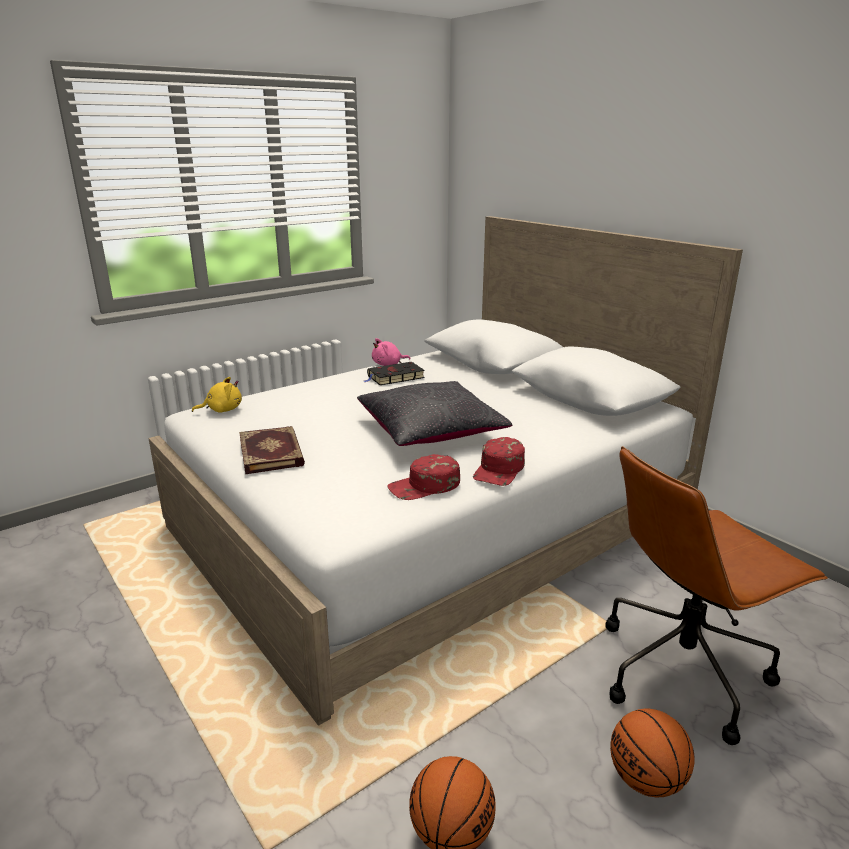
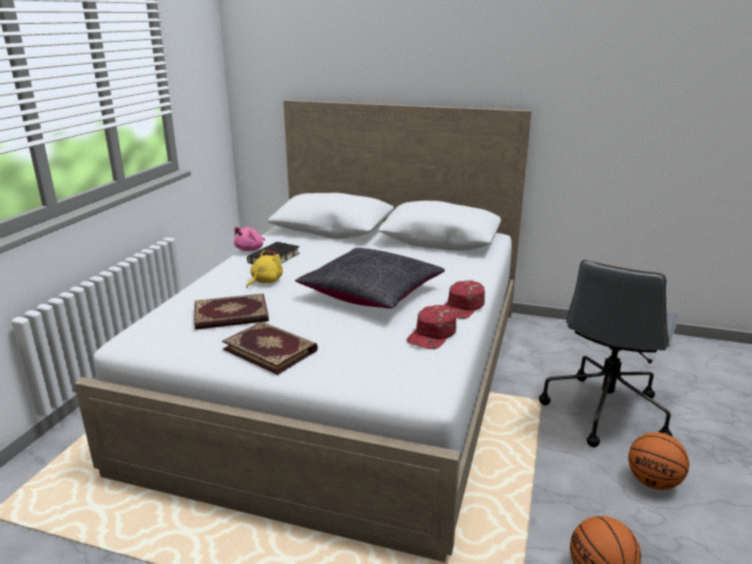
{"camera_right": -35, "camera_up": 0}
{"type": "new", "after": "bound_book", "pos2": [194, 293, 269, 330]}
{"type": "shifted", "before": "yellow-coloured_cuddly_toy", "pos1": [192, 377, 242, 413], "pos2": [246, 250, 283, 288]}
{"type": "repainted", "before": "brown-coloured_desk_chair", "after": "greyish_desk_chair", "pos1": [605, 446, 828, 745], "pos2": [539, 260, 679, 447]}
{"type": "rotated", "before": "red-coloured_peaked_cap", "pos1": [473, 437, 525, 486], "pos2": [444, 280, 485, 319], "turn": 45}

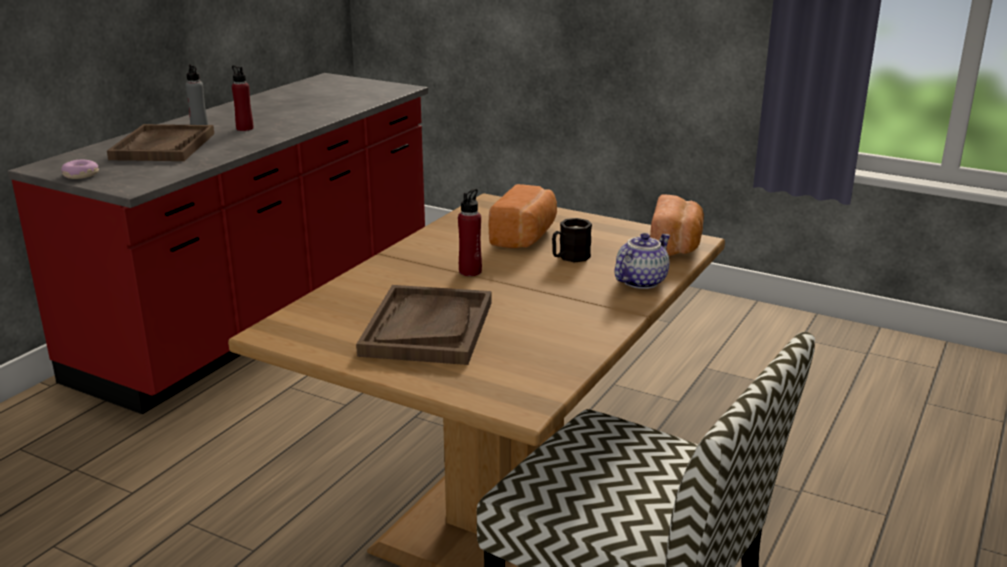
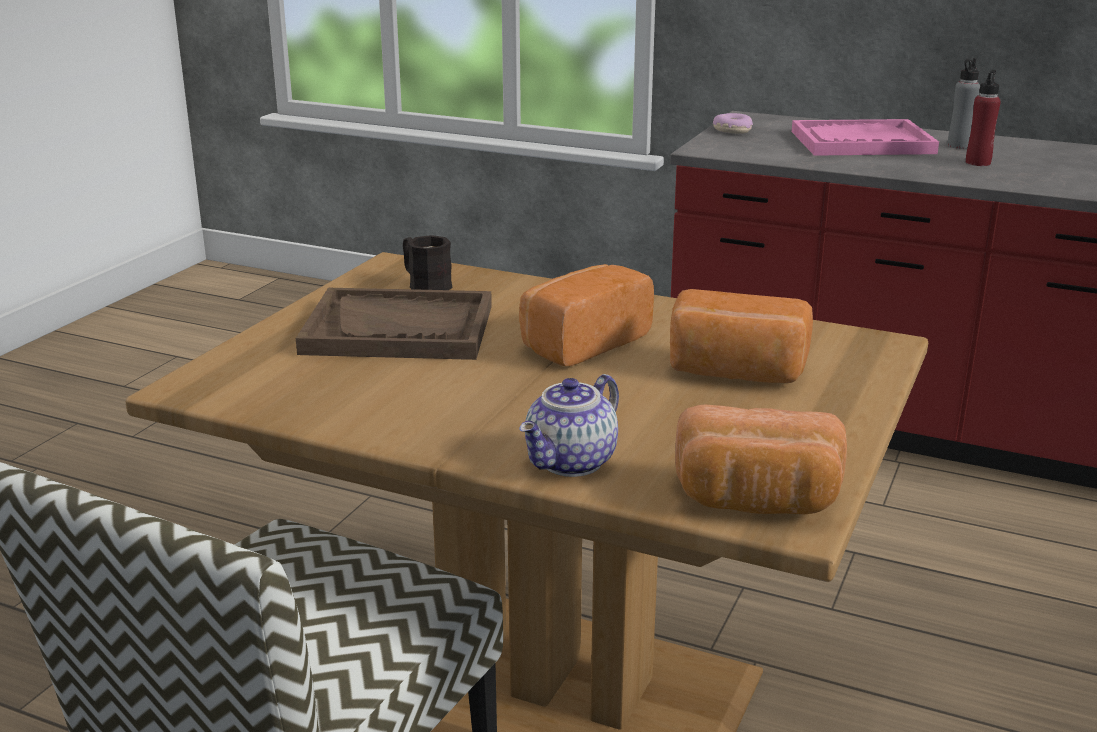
{"camera_right": 85, "camera_up": 0}
{"type": "shifted", "before": "black_coffee_mug", "pos1": [552, 218, 592, 262], "pos2": [403, 235, 453, 290]}
{"type": "swapped", "before": "red-coloured_drink_bottle", "after": "bakery_bread", "pos1": [458, 189, 482, 276], "pos2": [519, 264, 654, 366]}
{"type": "repainted", "before": "brown-coloured_tray", "after": "pinkish_tray", "pos1": [107, 124, 214, 161], "pos2": [792, 119, 939, 156]}
{"type": "rotated", "before": "teapot", "pos1": [614, 233, 671, 289], "pos2": [519, 374, 619, 477], "turn": 90}

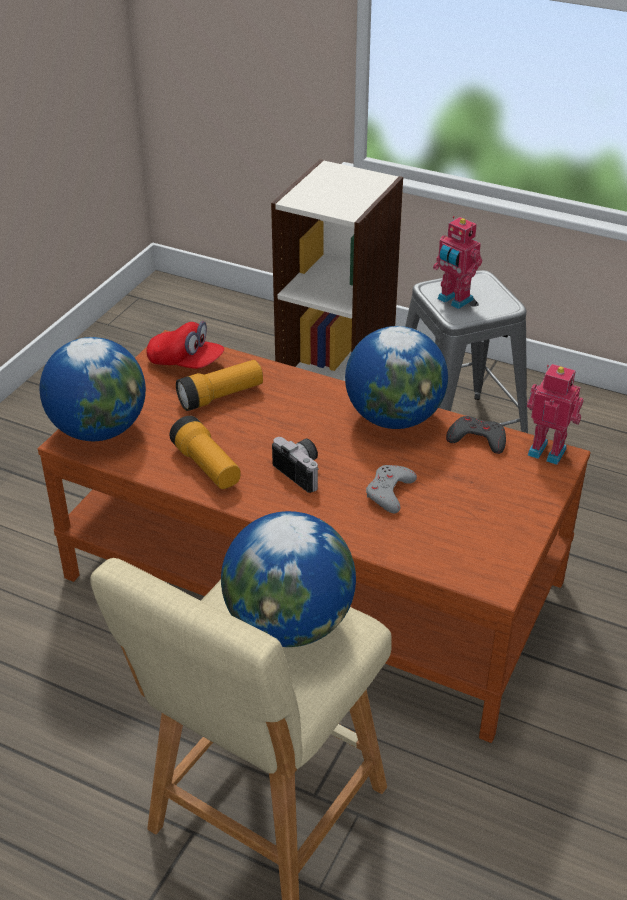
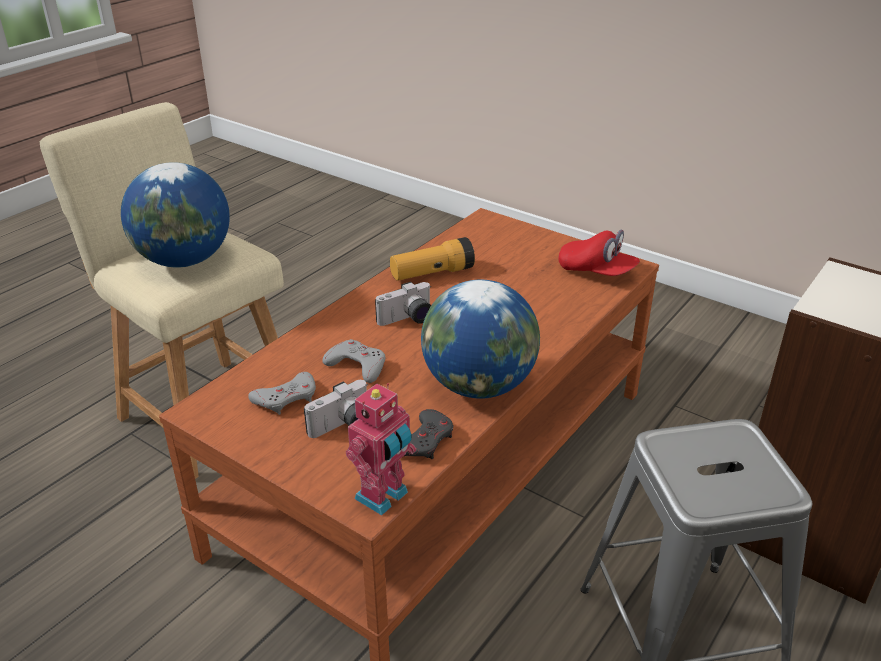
{"camera_right": 100, "camera_up": -5}
{"type": "gone", "before": "world_globe", "pos1": [40, 337, 146, 441]}
{"type": "gone", "before": "hand_torch", "pos1": [176, 360, 263, 411]}
{"type": "gone", "before": "toy_robot", "pos1": [433, 216, 482, 309]}
{"type": "new", "after": "greyish_gamepad", "pos2": [248, 372, 316, 415]}
{"type": "new", "after": "still_camera", "pos2": [304, 380, 367, 438]}
{"type": "rotated", "before": "red-coloured_peaked_cap", "pos1": [147, 321, 224, 369], "pos2": [558, 230, 640, 276], "turn": -90}

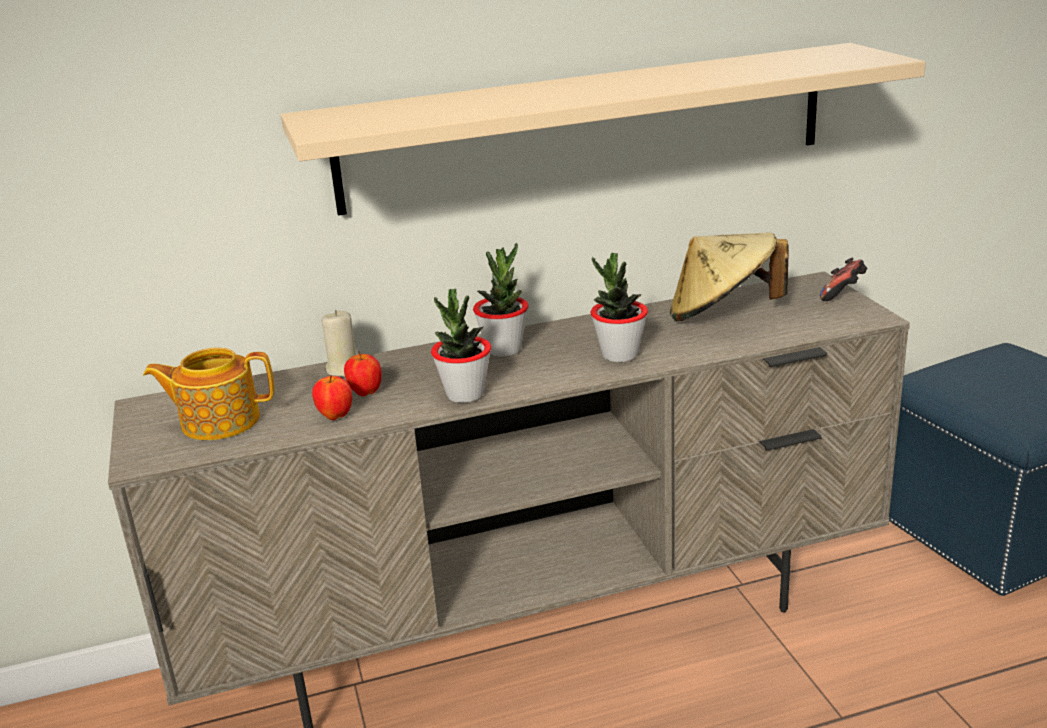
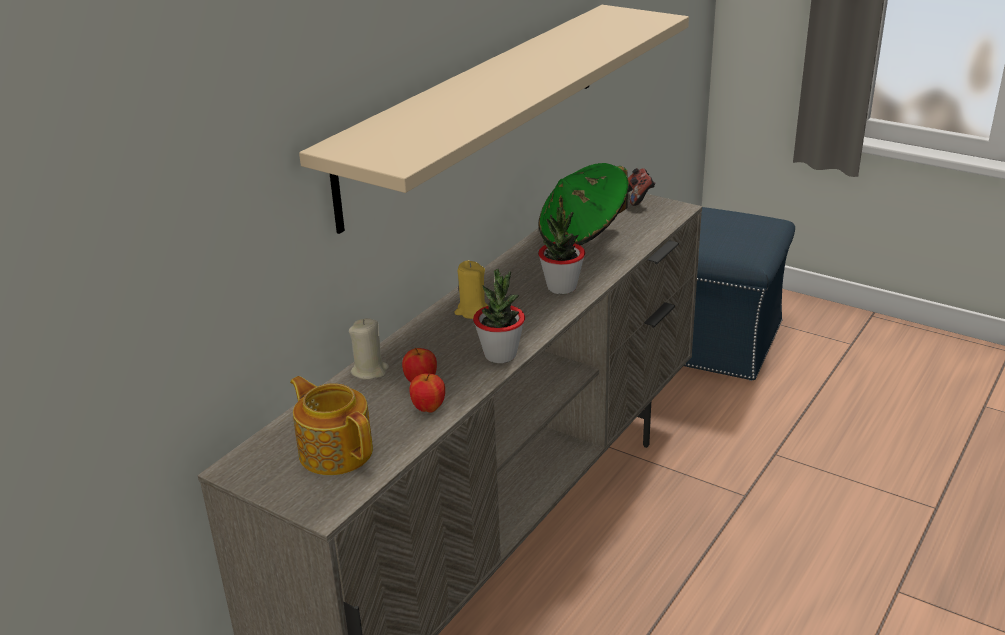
{"camera_right": -40, "camera_up": 5}
{"type": "swapped", "before": "plant_in_a_pot", "after": "yellow-coloured_candle", "pos1": [473, 243, 529, 357], "pos2": [455, 261, 489, 319]}
{"type": "repainted", "before": "sand-coloured_wearable_hat", "after": "green-coloured_wearable_hat", "pos1": [670, 232, 789, 321], "pos2": [538, 163, 629, 245]}
{"type": "rotated", "before": "teapot", "pos1": [143, 348, 275, 440], "pos2": [290, 376, 373, 475], "turn": 90}

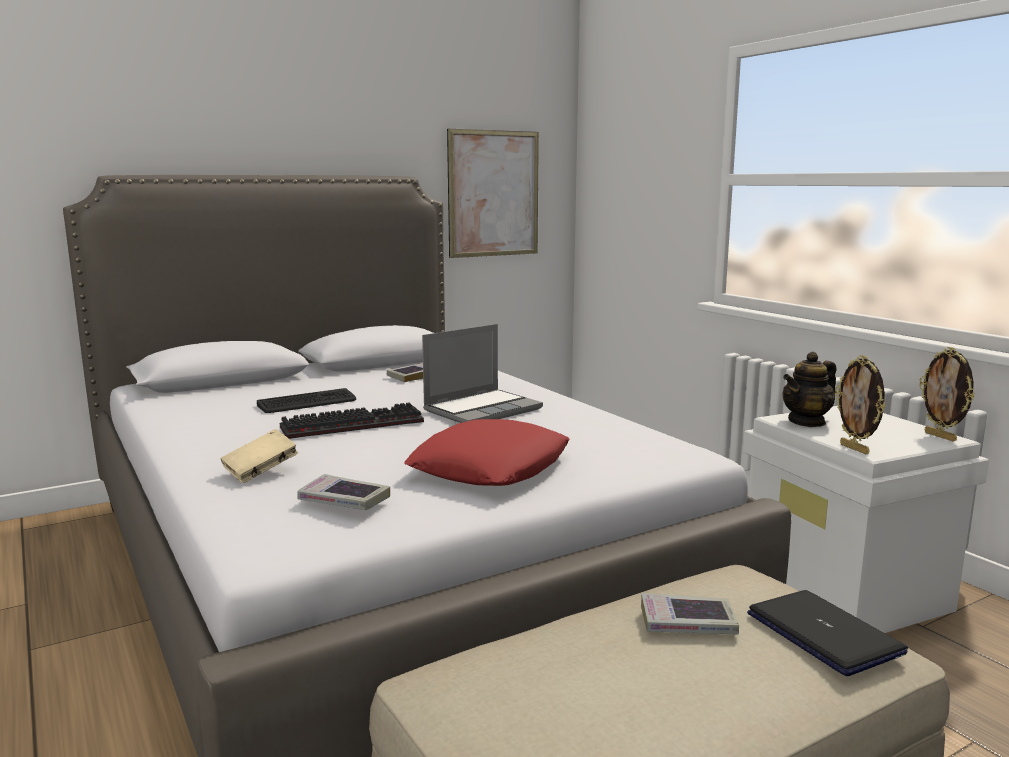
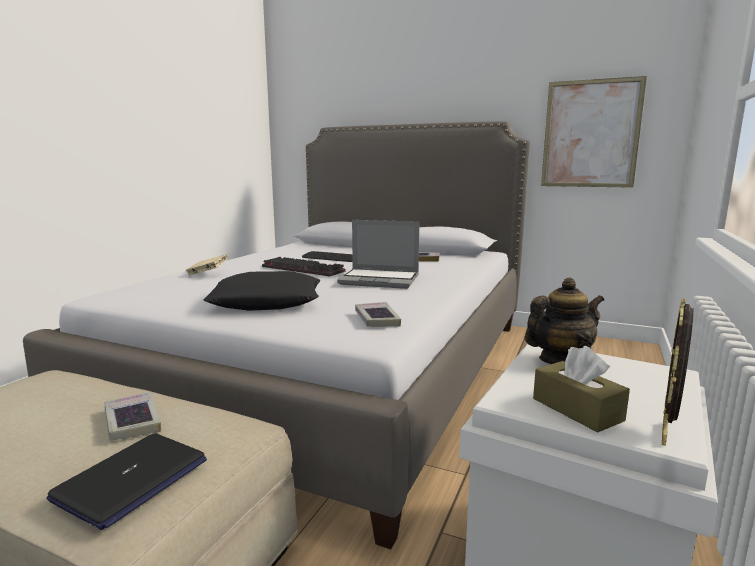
{"camera_right": 55, "camera_up": 0}
{"type": "gone", "before": "standing_frame", "pos1": [835, 355, 885, 454]}
{"type": "new", "after": "brown-coloured_box_of_tissues", "pos2": [533, 346, 630, 432]}
{"type": "shifted", "before": "bound_book", "pos1": [297, 474, 390, 510], "pos2": [355, 302, 401, 327]}
{"type": "repainted", "before": "red-coloured_pillow", "after": "black_pillow", "pos1": [405, 419, 570, 486], "pos2": [204, 271, 321, 311]}
{"type": "rotated", "before": "teapot", "pos1": [782, 352, 836, 427], "pos2": [525, 277, 604, 364], "turn": 135}

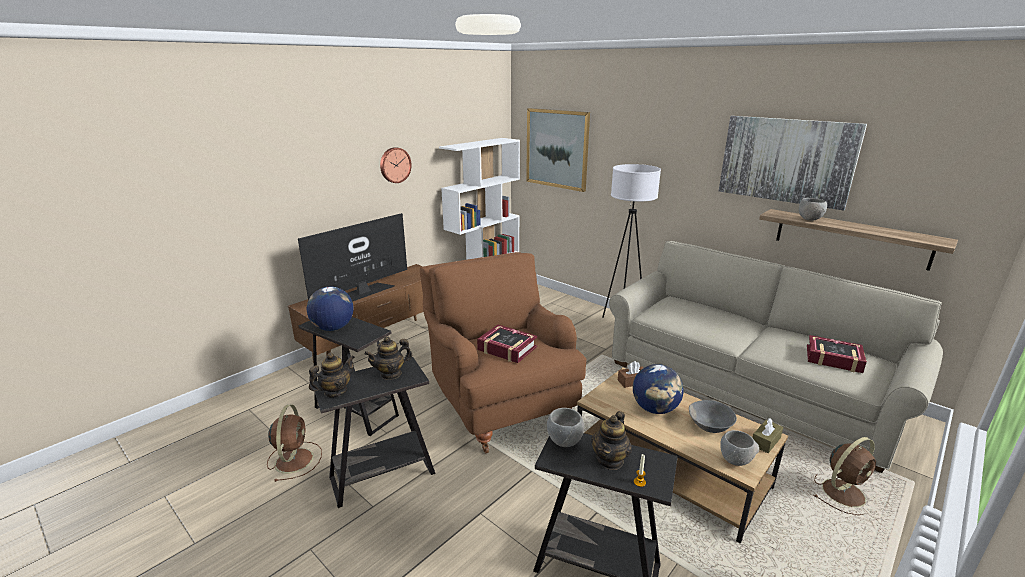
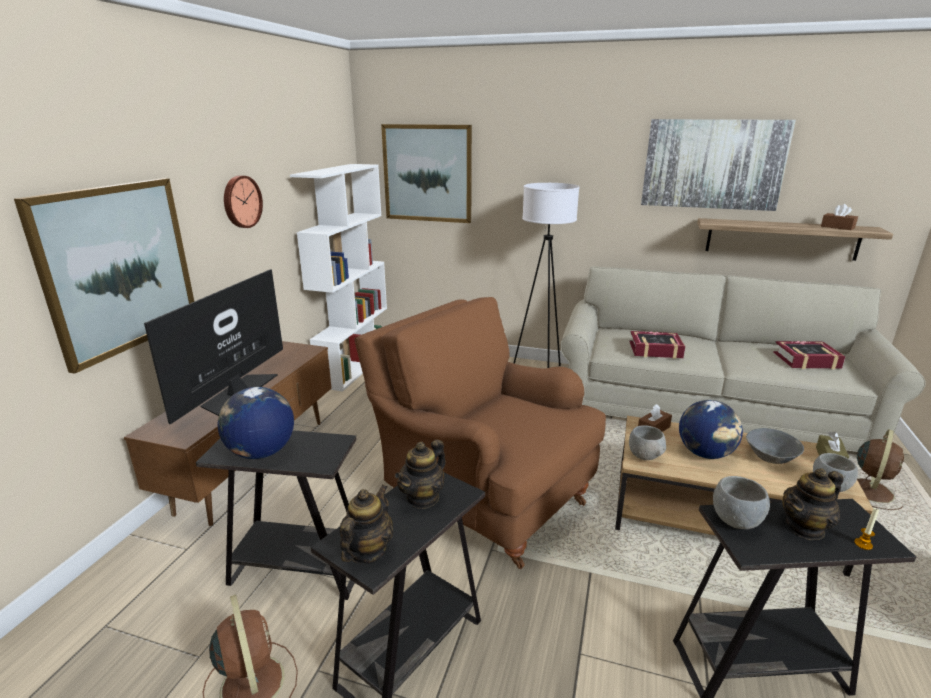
{"camera_right": -25, "camera_up": 0}
{"type": "new", "after": "wall_art", "pos2": [14, 178, 194, 374]}
{"type": "new", "after": "brown-coloured_box_of_tissues", "pos2": [821, 204, 858, 230]}
{"type": "shifted", "before": "bound_book", "pos1": [477, 325, 537, 363], "pos2": [629, 331, 685, 359]}
{"type": "shifted", "before": "greyish_serving_bowl", "pos1": [799, 198, 827, 221], "pos2": [629, 425, 666, 460]}
{"type": "rotated", "before": "teapot", "pos1": [591, 411, 632, 470], "pos2": [782, 468, 844, 540], "turn": 60}

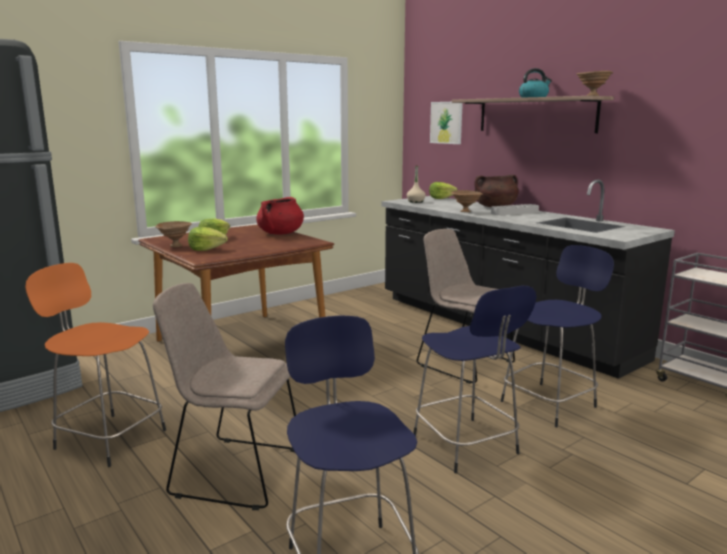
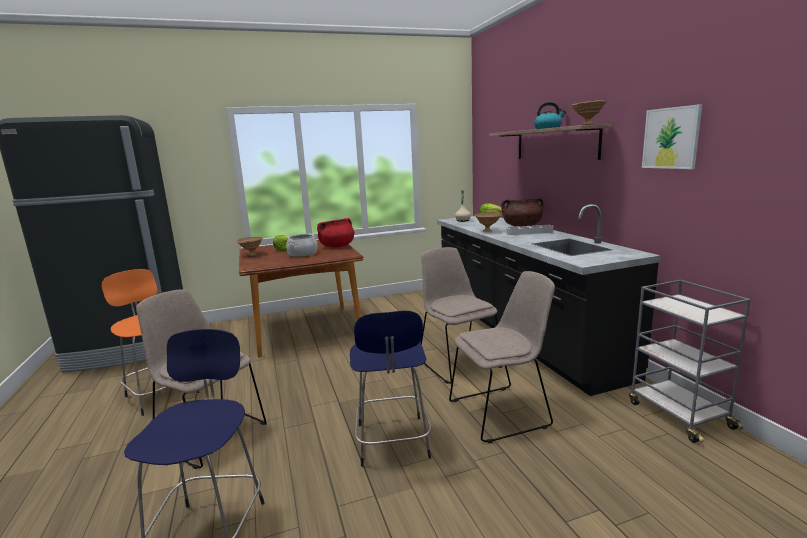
{"camera_right": 20, "camera_up": 0}
{"type": "gone", "before": "lettuce", "pos1": [188, 227, 228, 251]}
{"type": "new", "after": "cooking_pot", "pos2": [286, 233, 318, 257]}
{"type": "shifted", "before": "wall_art", "pos1": [430, 102, 463, 144], "pos2": [642, 104, 702, 169]}
{"type": "swapped", "before": "blue_sitting_stool", "after": "sand-coloured_chair", "pos1": [501, 245, 614, 427], "pos2": [449, 271, 555, 443]}

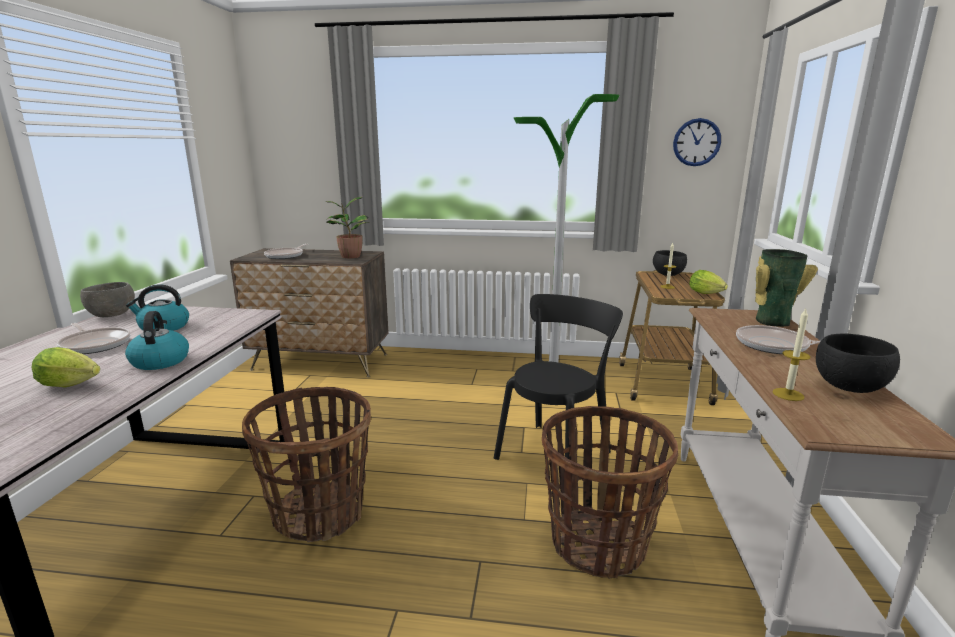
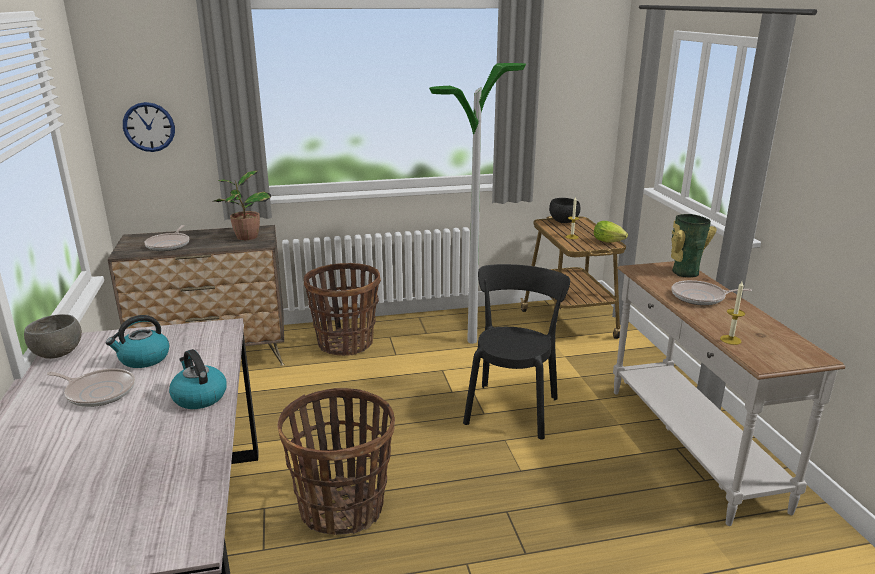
{"camera_right": -20, "camera_up": 5}
{"type": "gone", "before": "lettuce", "pos1": [31, 347, 100, 387]}
{"type": "gone", "before": "black_serving_bowl", "pos1": [816, 333, 900, 393]}
{"type": "shifted", "before": "basket", "pos1": [542, 406, 678, 579], "pos2": [304, 263, 381, 356]}
{"type": "shifted", "before": "hanging_clock", "pos1": [673, 118, 721, 166], "pos2": [123, 102, 175, 152]}

